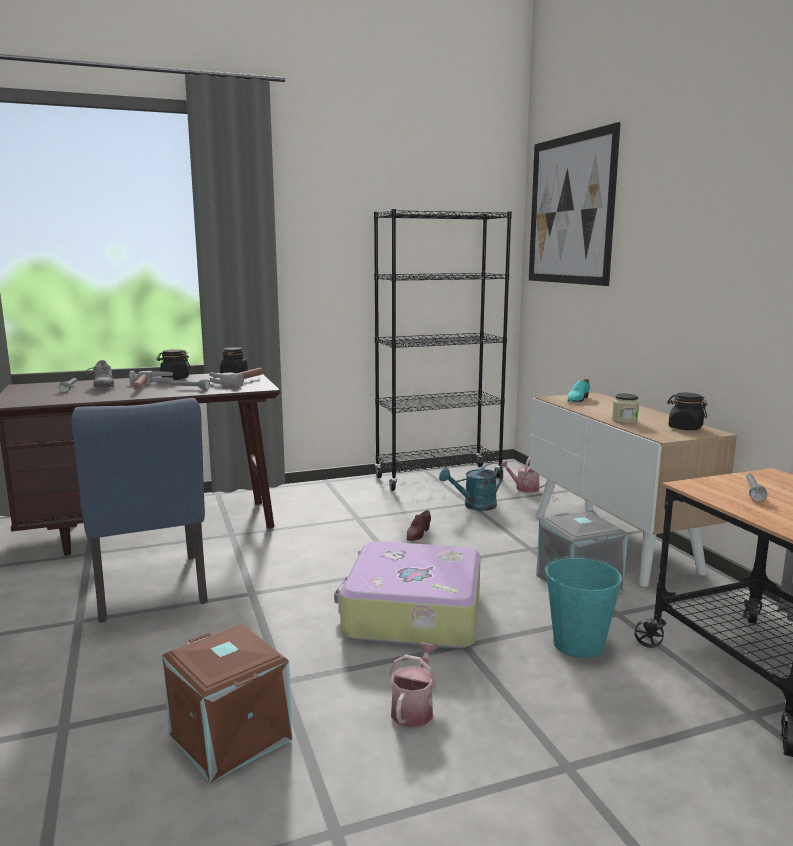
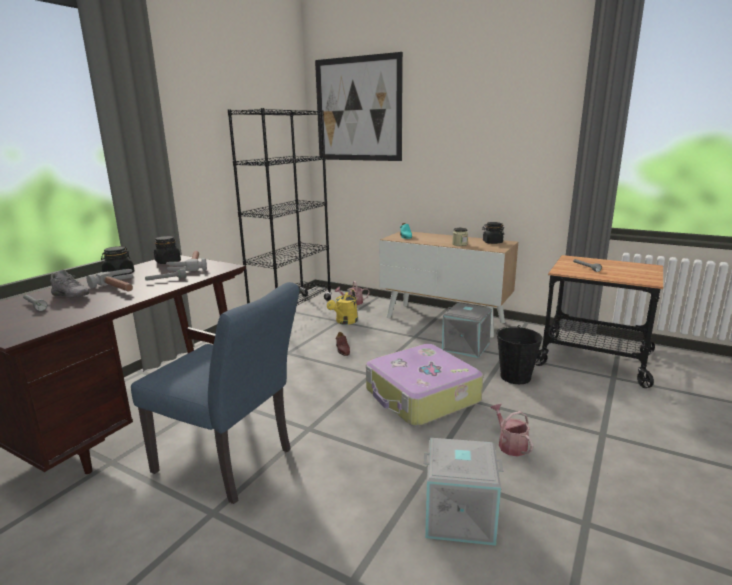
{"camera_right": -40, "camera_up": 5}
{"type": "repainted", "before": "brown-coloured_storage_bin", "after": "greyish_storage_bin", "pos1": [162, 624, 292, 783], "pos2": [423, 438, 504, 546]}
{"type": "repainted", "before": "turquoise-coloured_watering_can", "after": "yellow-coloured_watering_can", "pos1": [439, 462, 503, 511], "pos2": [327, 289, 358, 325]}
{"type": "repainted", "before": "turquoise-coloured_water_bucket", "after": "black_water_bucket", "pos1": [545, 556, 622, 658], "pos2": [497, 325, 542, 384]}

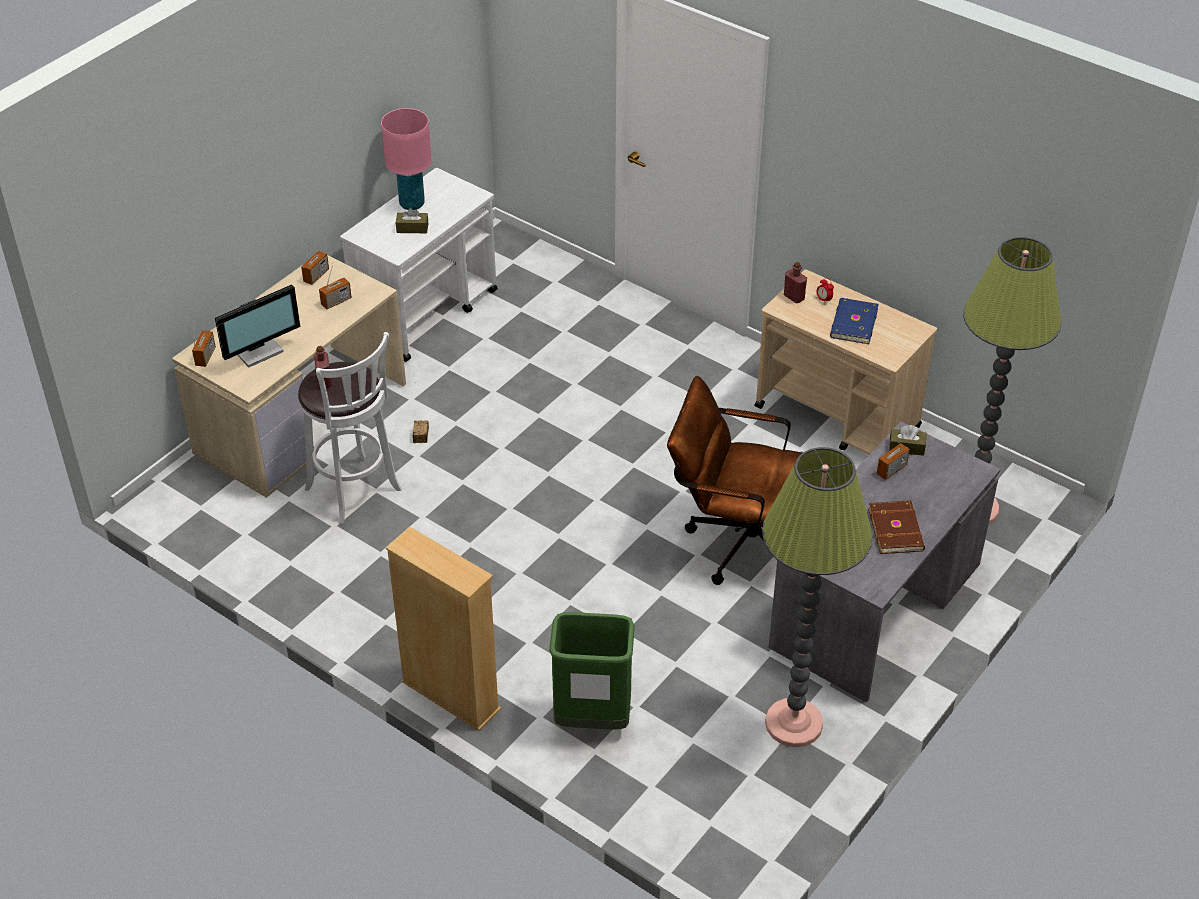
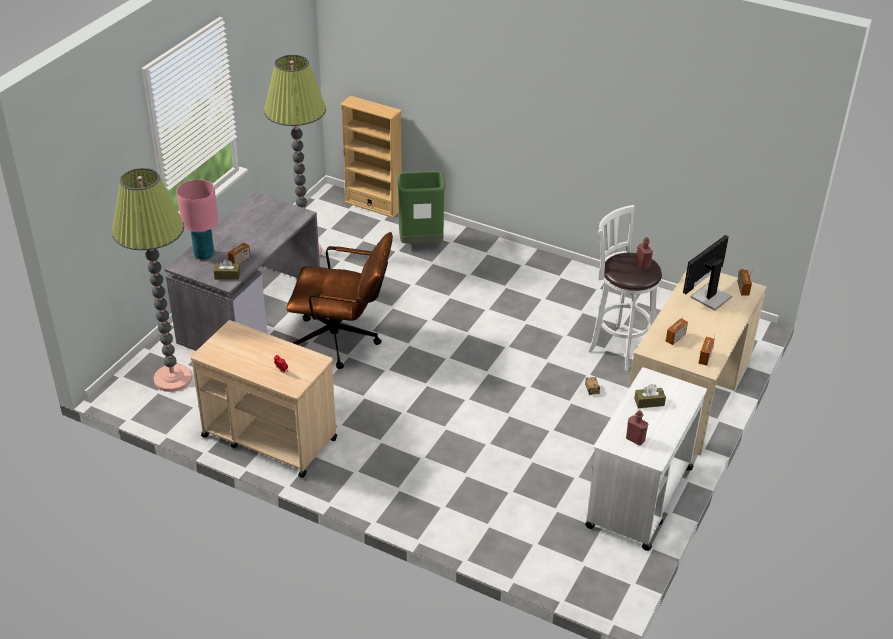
{"camera_right": 170, "camera_up": -5}
{"type": "gone", "before": "blue_bound_book", "pos1": [830, 298, 879, 344]}
{"type": "gone", "before": "brown-coloured_bound_book", "pos1": [868, 500, 925, 554]}
{"type": "shifted", "before": "pinkish_lamp_for_a_table", "pos1": [381, 108, 432, 210], "pos2": [177, 179, 218, 260]}
{"type": "shifted", "before": "sand-coloured_bookcase", "pos1": [386, 527, 501, 731], "pos2": [340, 96, 402, 218]}
{"type": "shifted", "before": "red-coloured_drink_bottle", "pos1": [784, 262, 807, 304], "pos2": [626, 410, 648, 445]}

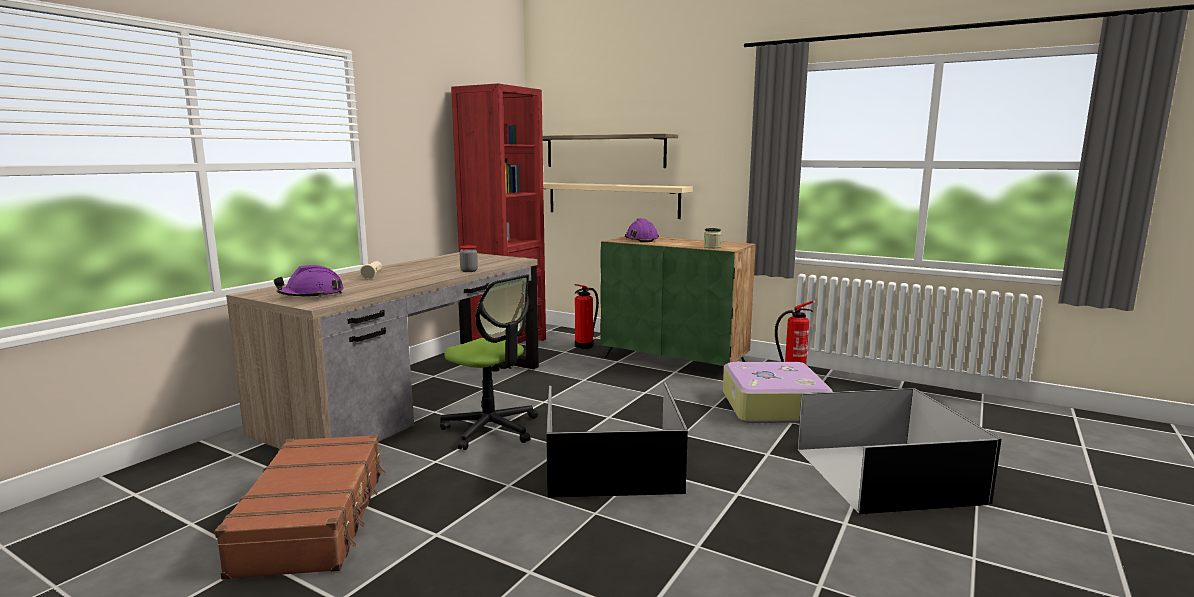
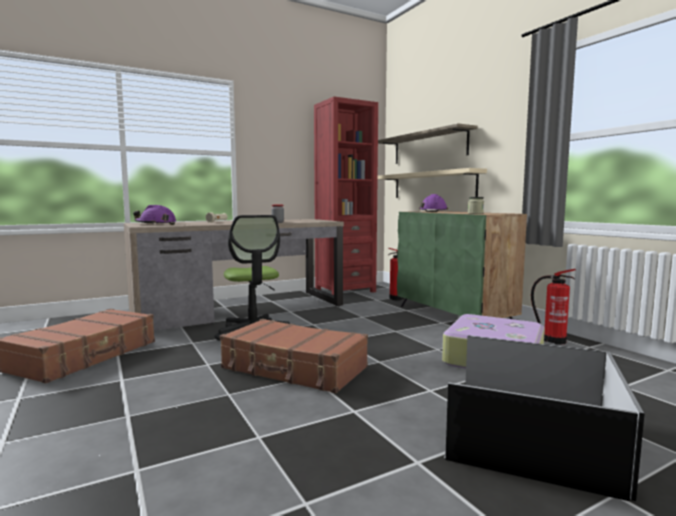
{"camera_right": 30, "camera_up": -5}
{"type": "swapped", "before": "black_storage_bin", "after": "brown-coloured_suitcase", "pos1": [546, 383, 688, 498], "pos2": [220, 319, 368, 393]}

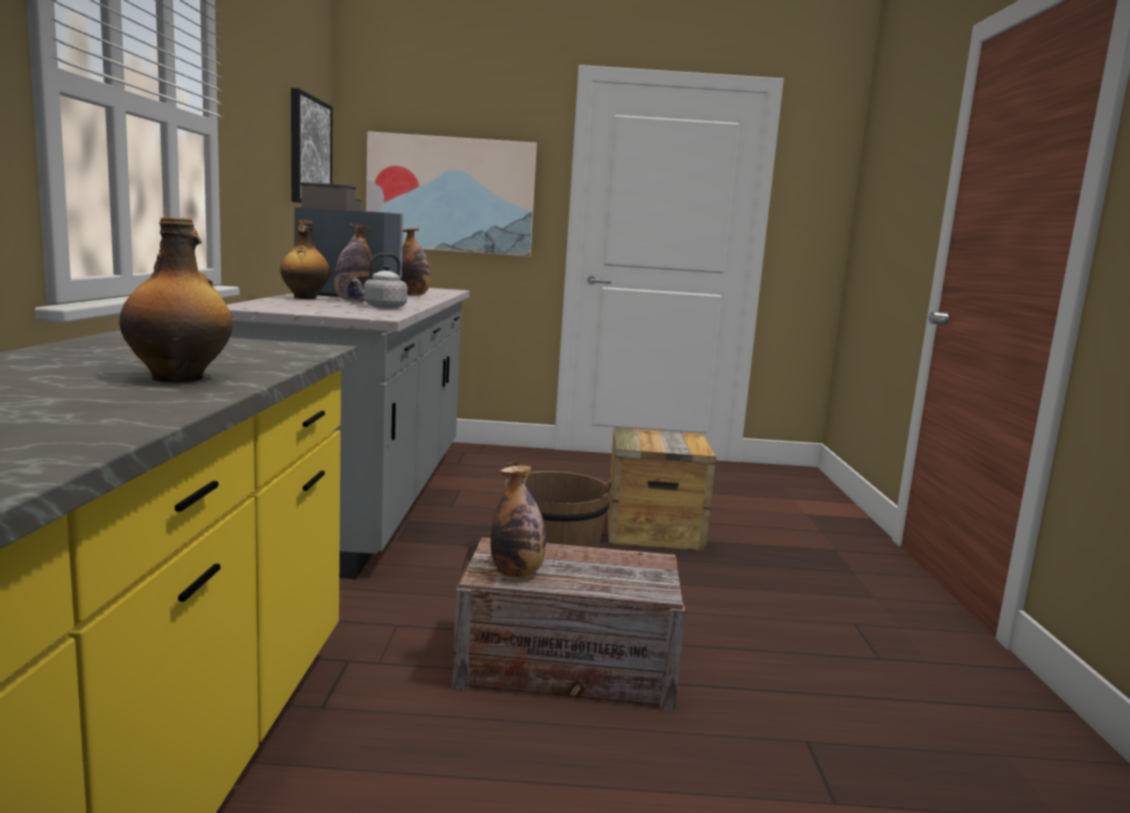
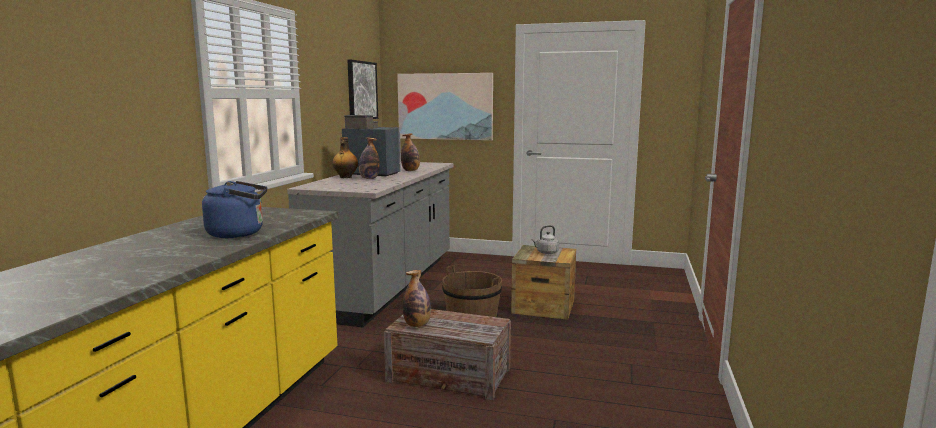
{"camera_right": 15, "camera_up": 0}
{"type": "shifted", "before": "greyish_water_kettle", "pos1": [352, 253, 408, 308], "pos2": [532, 225, 559, 254]}
{"type": "swapped", "before": "drink_bottle", "after": "blue_water_kettle", "pos1": [119, 217, 232, 383], "pos2": [202, 181, 267, 238]}

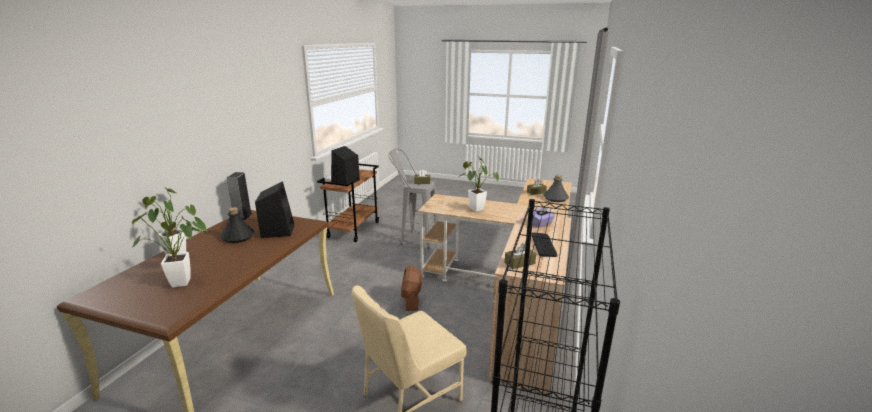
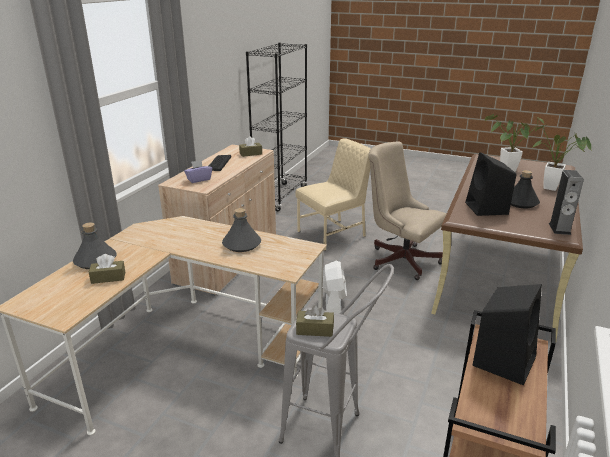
{"camera_right": -175, "camera_up": 5}
{"type": "new", "after": "sand-coloured_desk_chair", "pos2": [368, 141, 447, 280]}
{"type": "swapped", "before": "plant_in_a_pot", "after": "greyish_drink_bottle", "pos1": [460, 156, 499, 212], "pos2": [222, 208, 261, 252]}
{"type": "repainted", "before": "brown-coloured_cooling_fan", "after": "white_cooling_fan", "pos1": [401, 266, 422, 311], "pos2": [323, 260, 347, 314]}

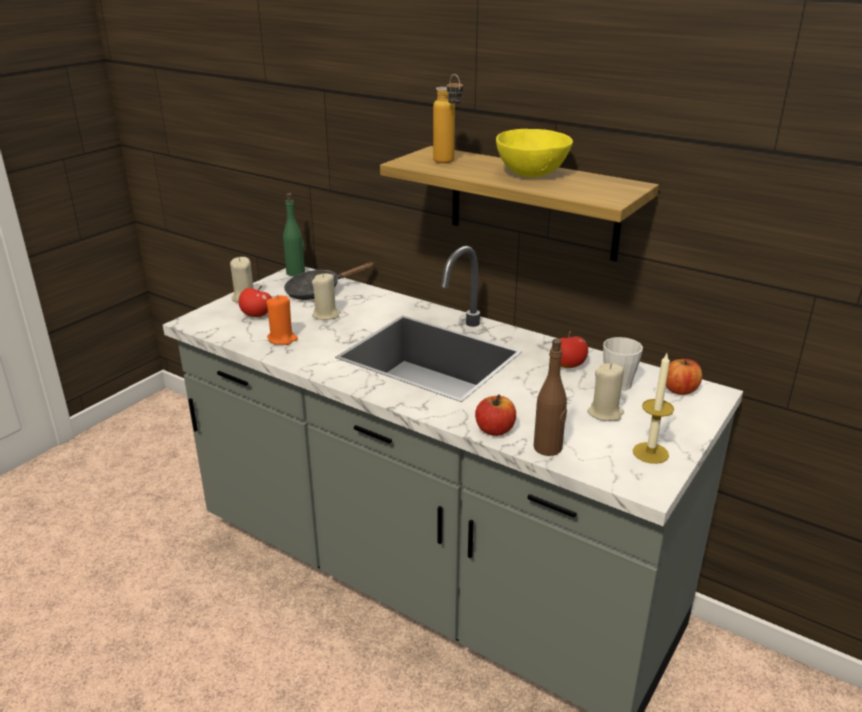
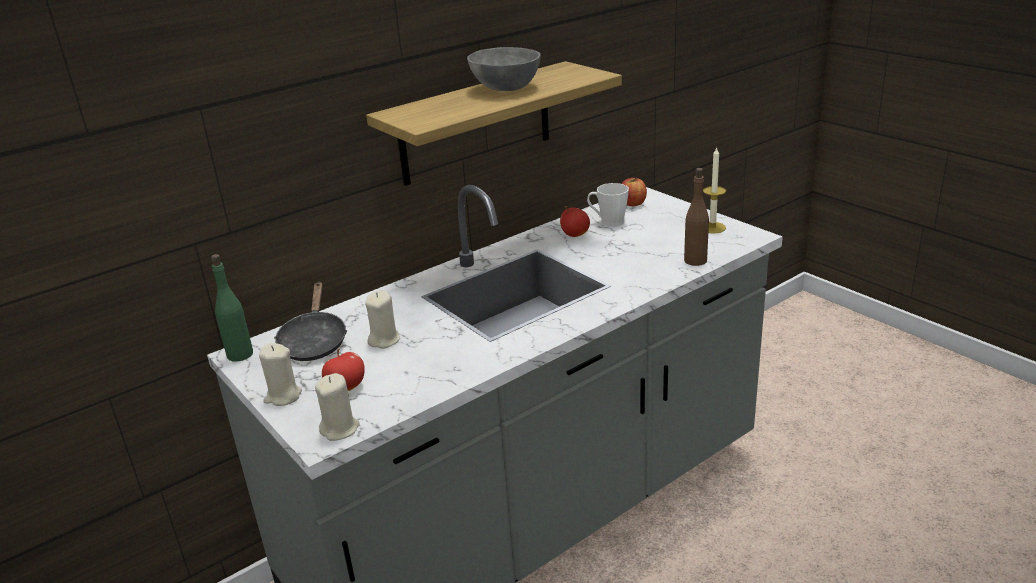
{"camera_right": -70, "camera_up": 0}
{"type": "gone", "before": "orange-coloured_candle", "pos1": [266, 295, 298, 345]}
{"type": "gone", "before": "drink_bottle", "pos1": [433, 74, 463, 163]}
{"type": "gone", "before": "apple", "pos1": [475, 394, 516, 436]}
{"type": "shifted", "before": "sand-coloured_candle", "pos1": [588, 363, 624, 421], "pos2": [315, 373, 360, 441]}
{"type": "repainted", "before": "yellow-coloured_serving_bowl", "after": "greyish_serving_bowl", "pos1": [496, 129, 573, 178], "pos2": [467, 47, 541, 91]}

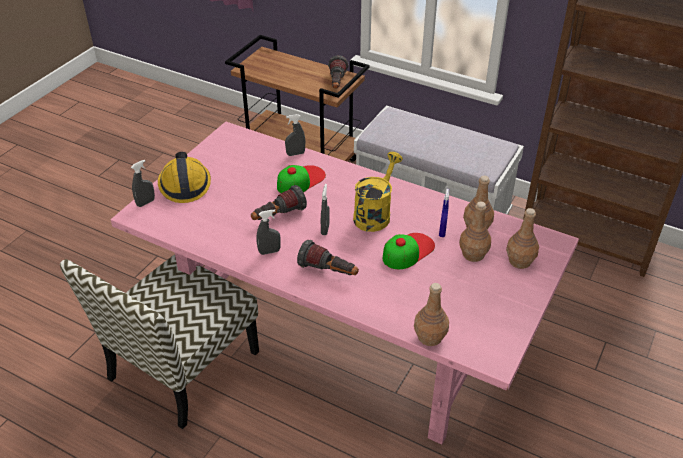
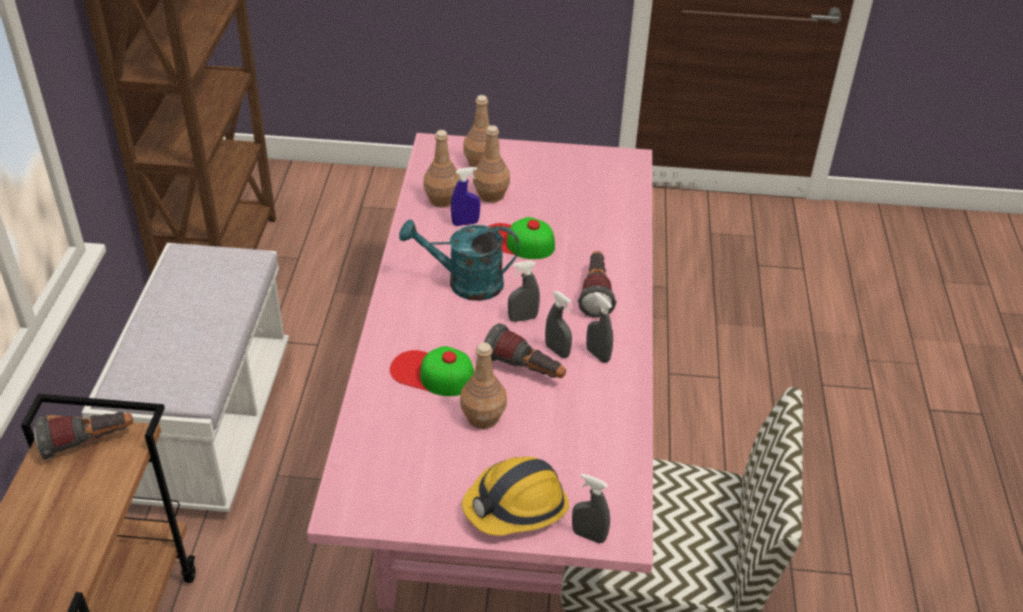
{"camera_right": -115, "camera_up": 0}
{"type": "shifted", "before": "greyish_hand_sprayer", "pos1": [285, 114, 305, 156], "pos2": [545, 291, 572, 358]}
{"type": "shifted", "before": "brown-coloured_drink_bottle", "pos1": [414, 283, 449, 346], "pos2": [460, 342, 507, 429]}
{"type": "repainted", "before": "yellow-coloured_watering_can", "after": "turquoise-coloured_watering_can", "pos1": [353, 152, 403, 232], "pos2": [399, 219, 519, 301]}

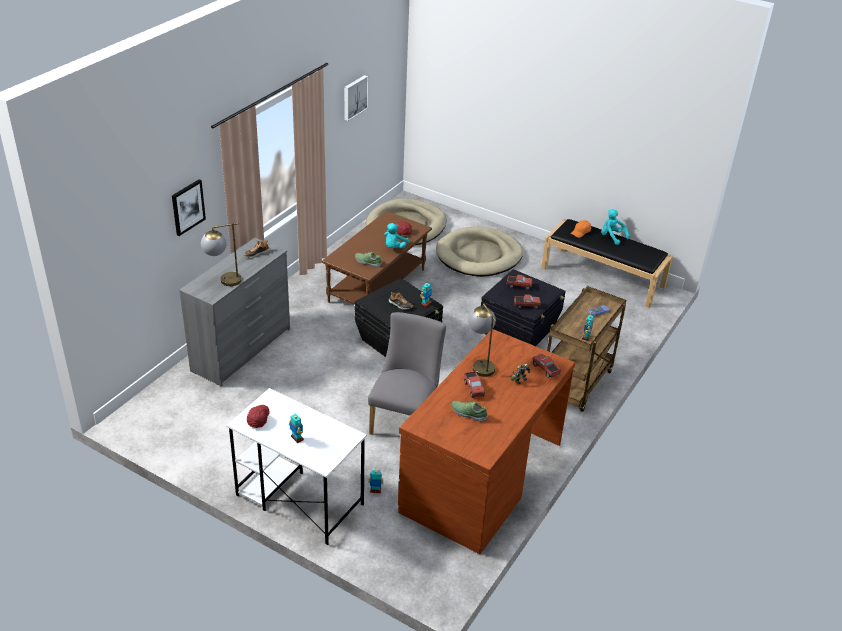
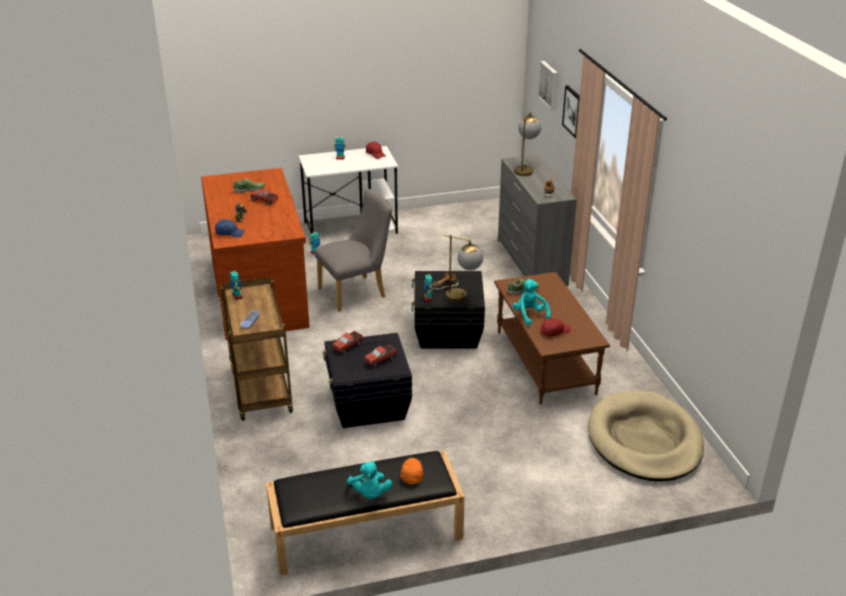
{"camera_right": 135, "camera_up": -5}
{"type": "gone", "before": "sand-coloured_dog_cushion", "pos1": [436, 226, 523, 277]}
{"type": "shifted", "before": "wall_art", "pos1": [344, 75, 368, 121], "pos2": [538, 61, 558, 109]}
{"type": "shifted", "before": "lamp_for_a_table", "pos1": [468, 303, 496, 377], "pos2": [445, 235, 483, 302]}
{"type": "swapped", "before": "toy_truck", "after": "blue_peaked_cap", "pos1": [532, 354, 561, 378], "pos2": [215, 219, 245, 237]}
{"type": "rotated", "before": "greyish_chair", "pos1": [368, 312, 446, 435], "pos2": [314, 189, 392, 312], "turn": -90}
{"type": "rotated", "before": "turquoise-coloured_cuddly_toy", "pos1": [601, 209, 630, 245], "pos2": [347, 461, 392, 499], "turn": 75}

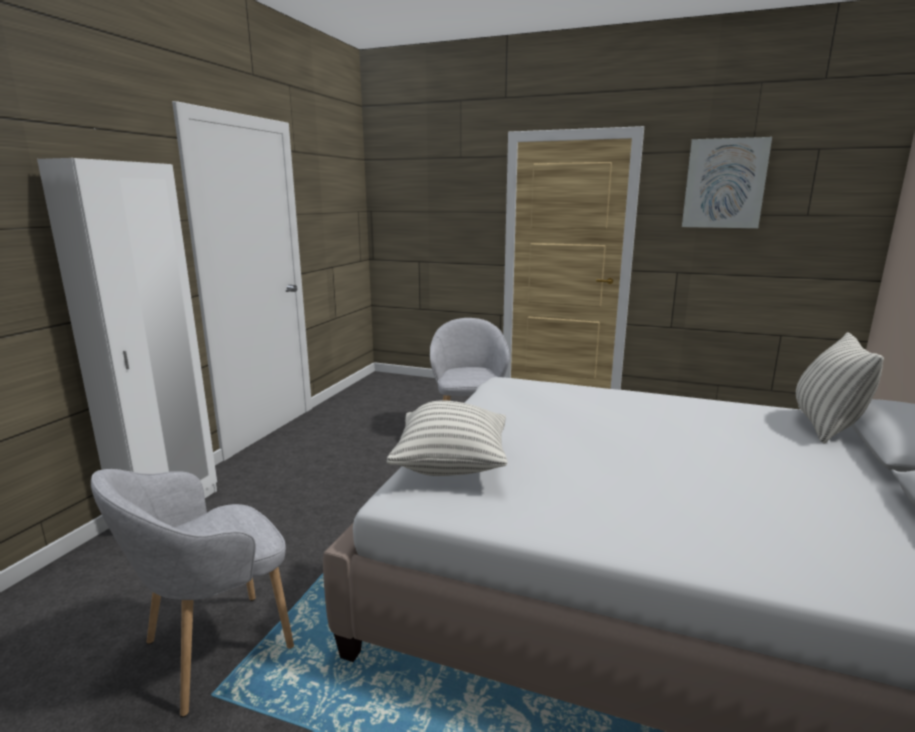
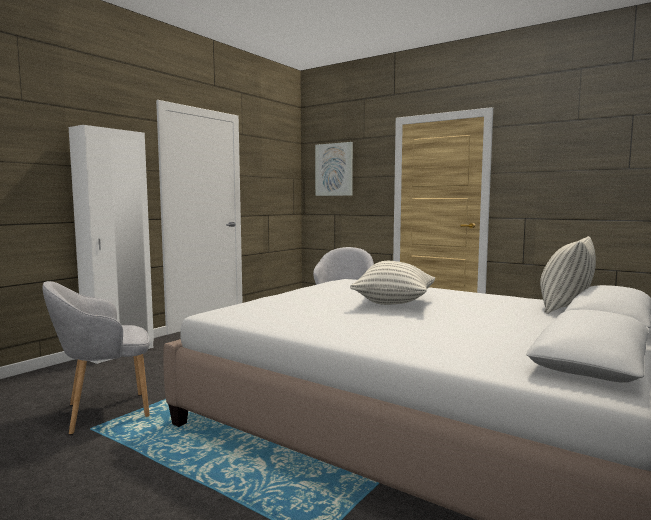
{"camera_right": 15, "camera_up": -10}
{"type": "shifted", "before": "pillow", "pos1": [387, 400, 508, 476], "pos2": [350, 261, 435, 305]}
{"type": "shifted", "before": "wall_art", "pos1": [682, 137, 772, 228], "pos2": [315, 142, 353, 196]}

